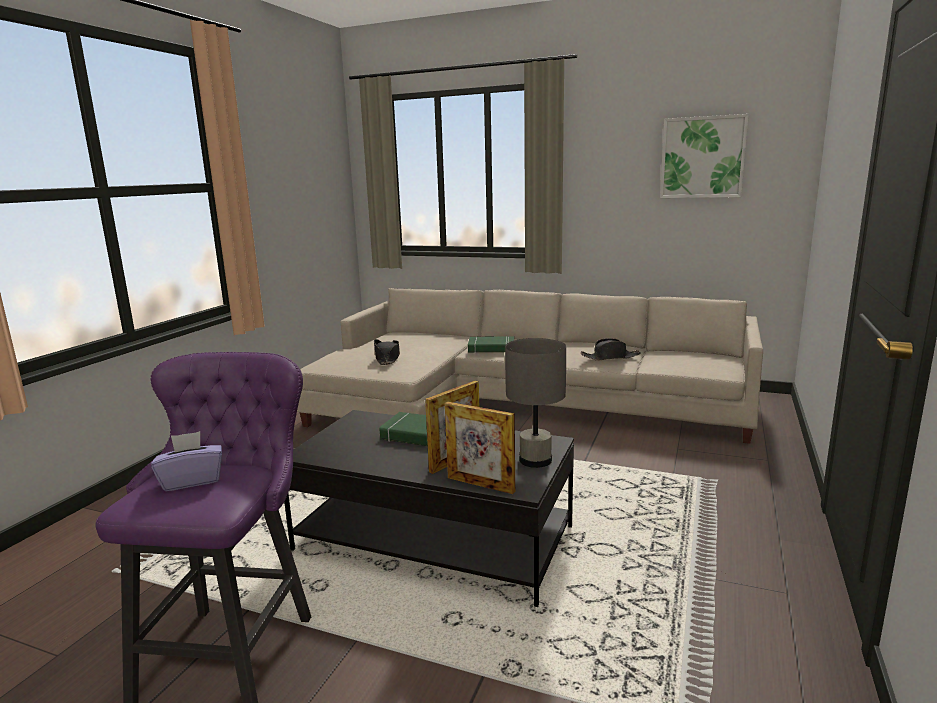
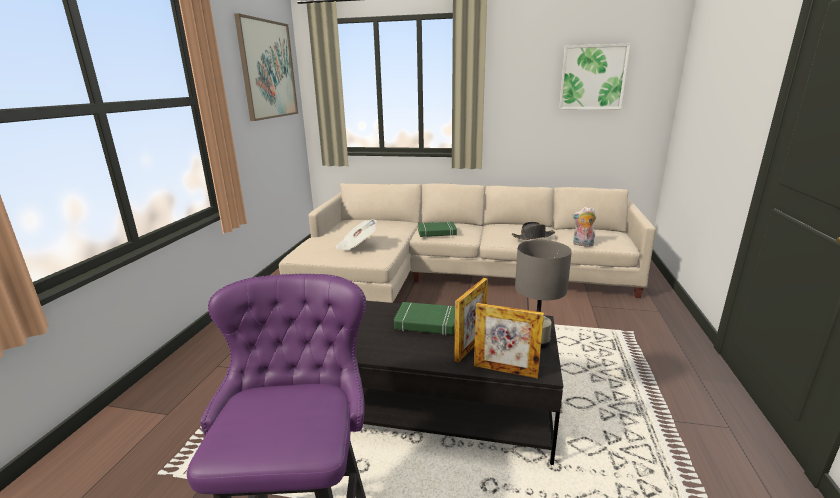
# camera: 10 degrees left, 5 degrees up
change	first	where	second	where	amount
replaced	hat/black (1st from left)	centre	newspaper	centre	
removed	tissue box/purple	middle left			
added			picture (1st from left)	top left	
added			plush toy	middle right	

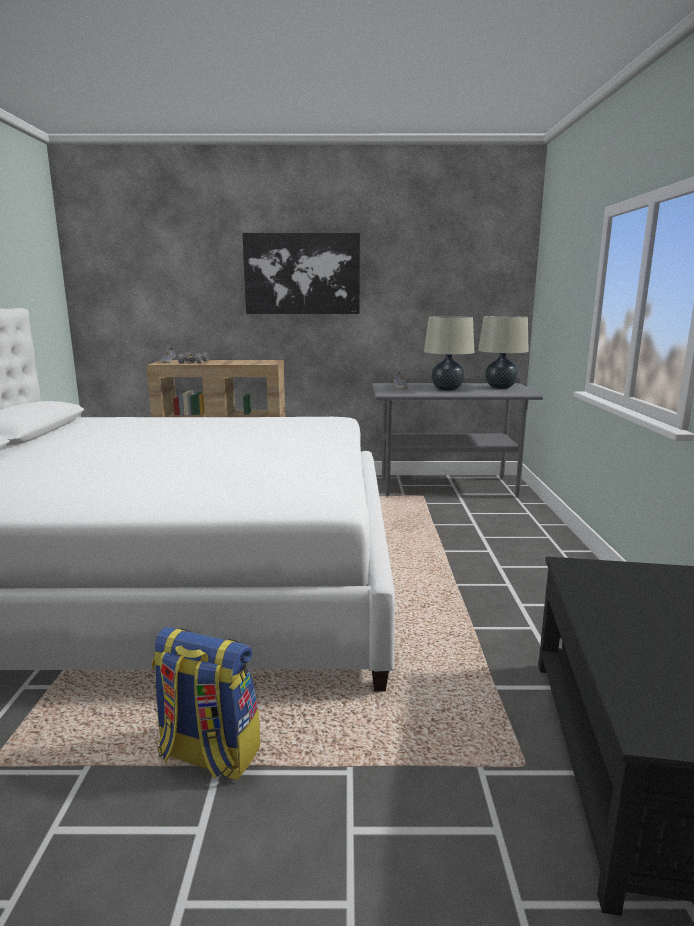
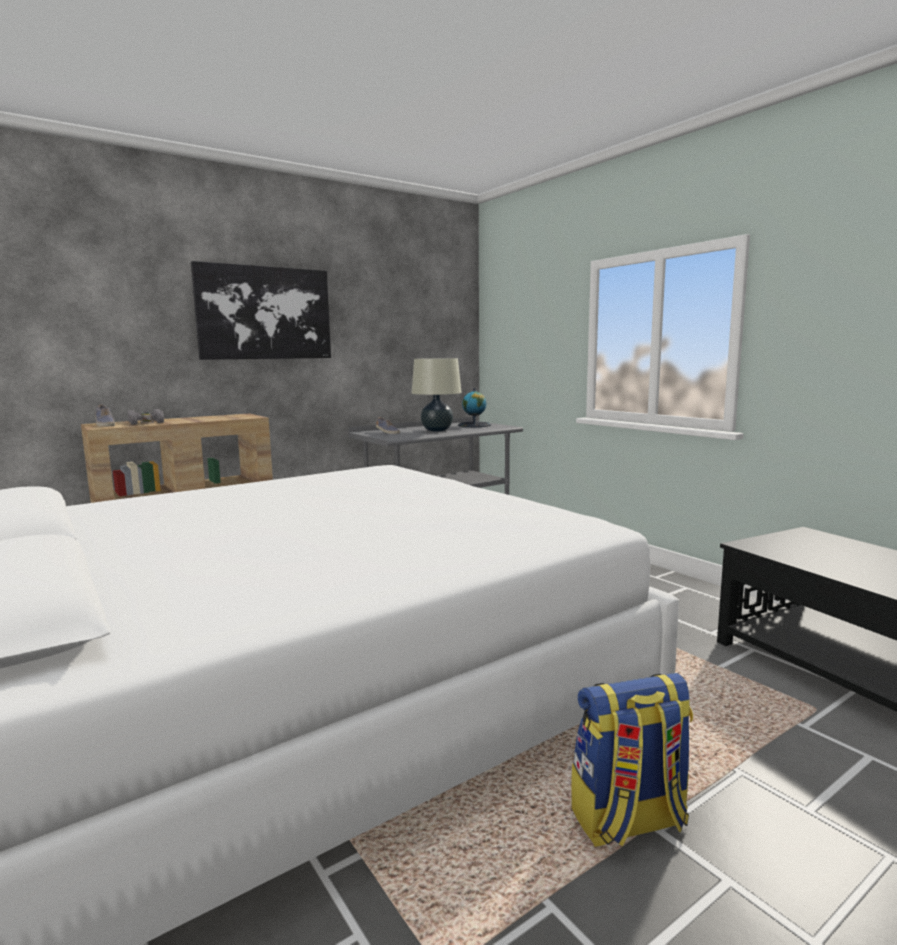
# camera: 35 degrees left, 5 degrees down
change	first	where	second	where	amount
replaced	table lamp/beige (2nd from left)	middle right	globe	centre	

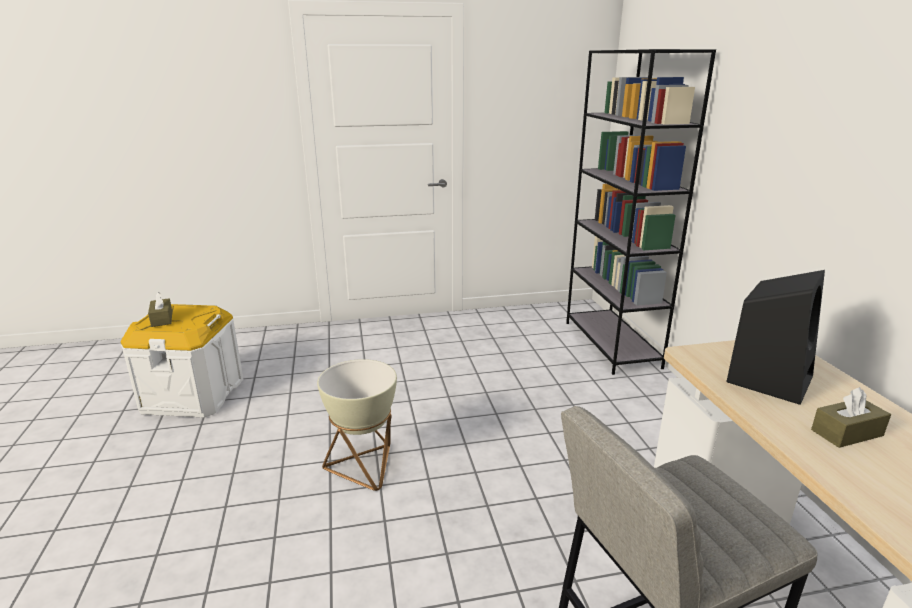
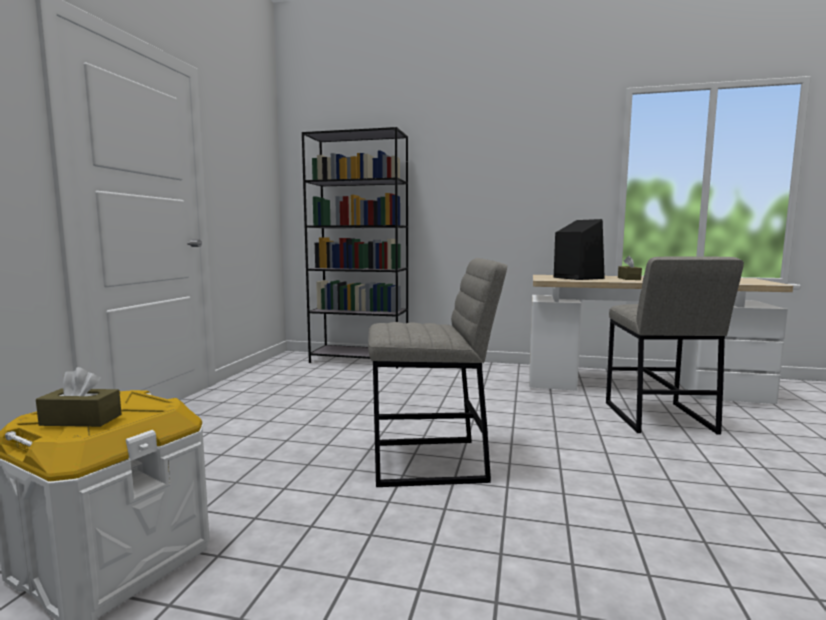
# camera: 65 degrees left, 15 degrees down
change	first	where	second	where	amount
replaced	planter	bottom centre	chair/grey (1st from left)	centre	

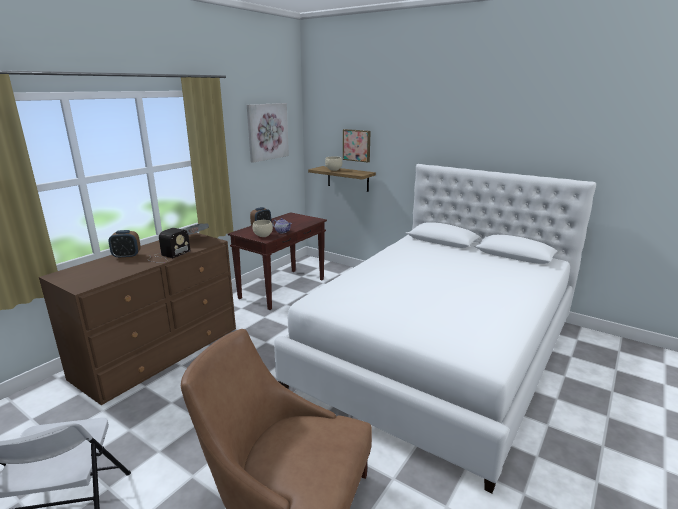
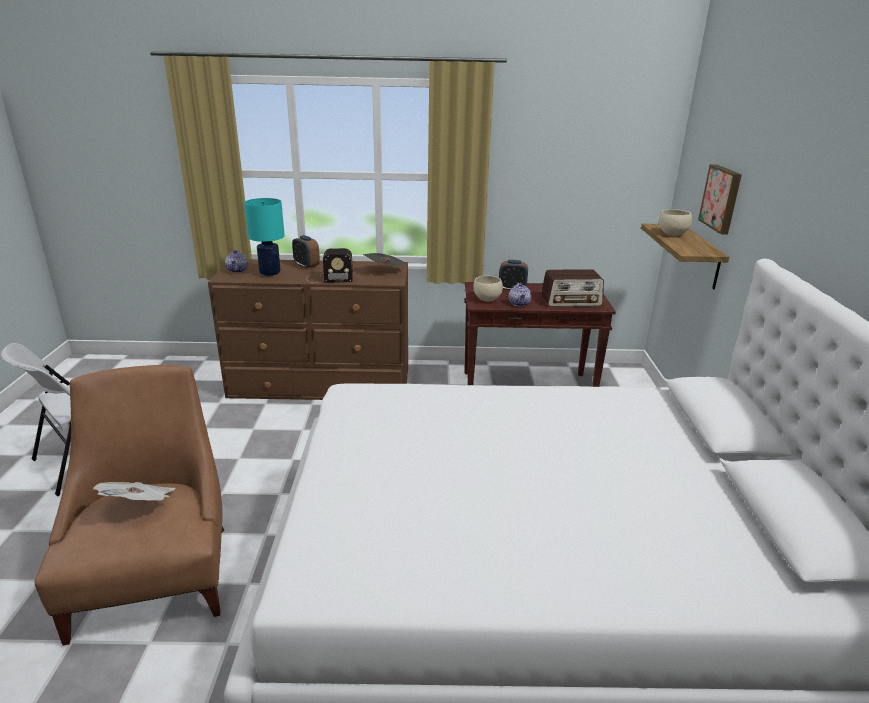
# camera: 55 degrees right, 5 degrees up
change	first	where	second	where	amount
removed	picture (1st from left)	top centre			
added			table lamp/turquoise	middle left	
added			teapot (1st from left)	middle left	
added			radio (2nd from left)	centre	
added			newspaper (1st from left)	bottom left	

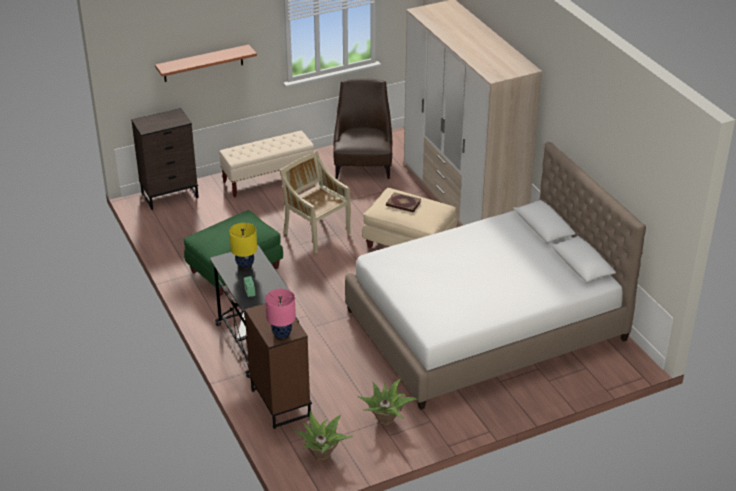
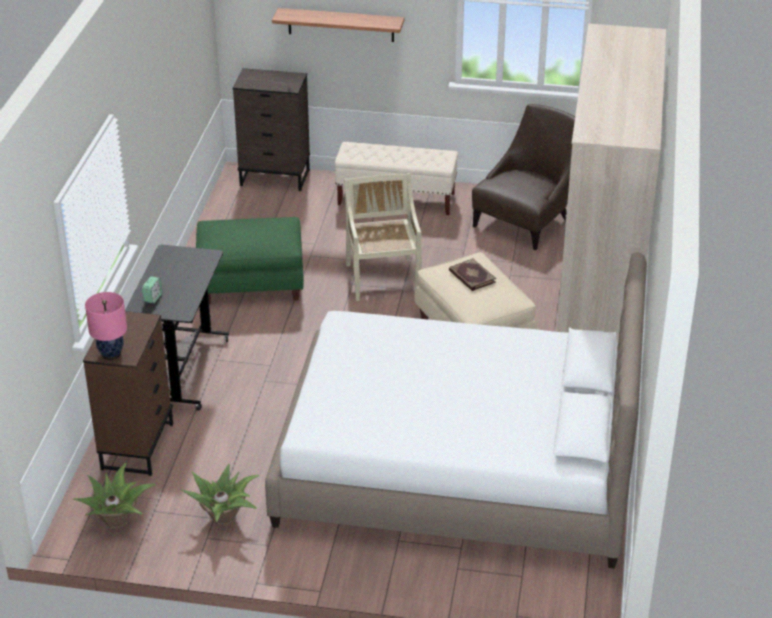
# camera: 35 degrees right, 0 degrees up
change	first	where	second	where	amount
removed	table lamp/yellow	middle left			

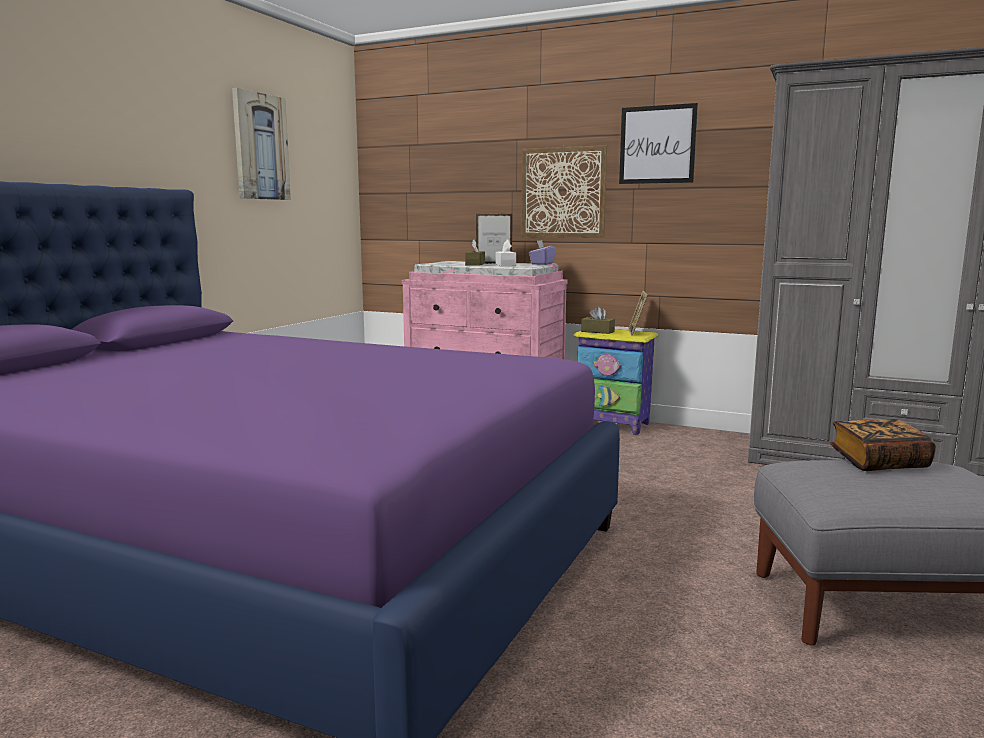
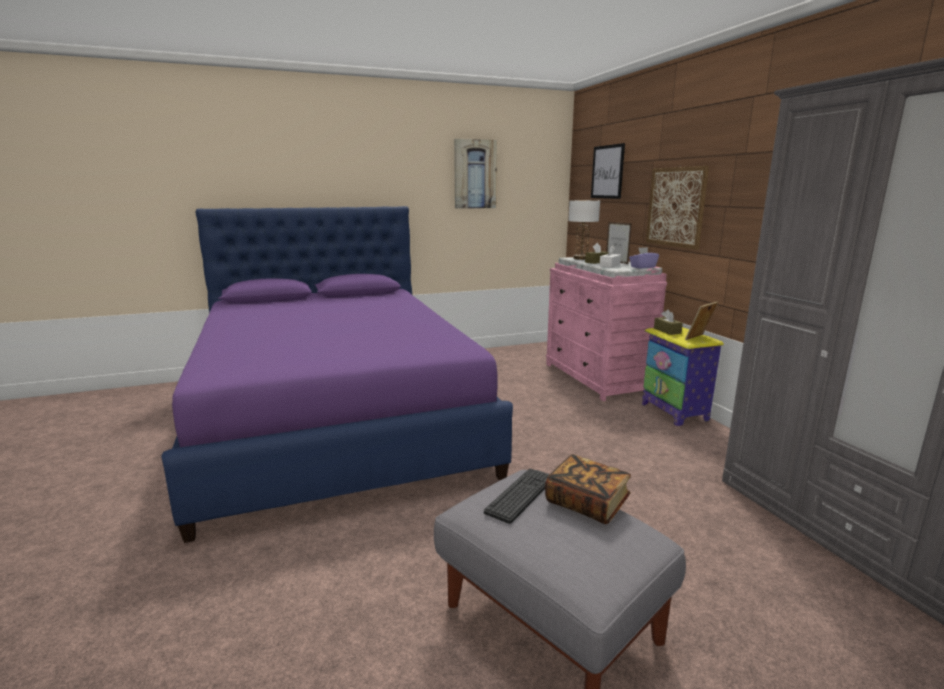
# camera: 45 degrees right, 5 degrees up
change	first	where	second	where	amount
moved	picture (3rd from left in the first image)	top right	picture (2nd from left)	top centre	
added			table lamp	centre	
added			keyboard	bottom centre	

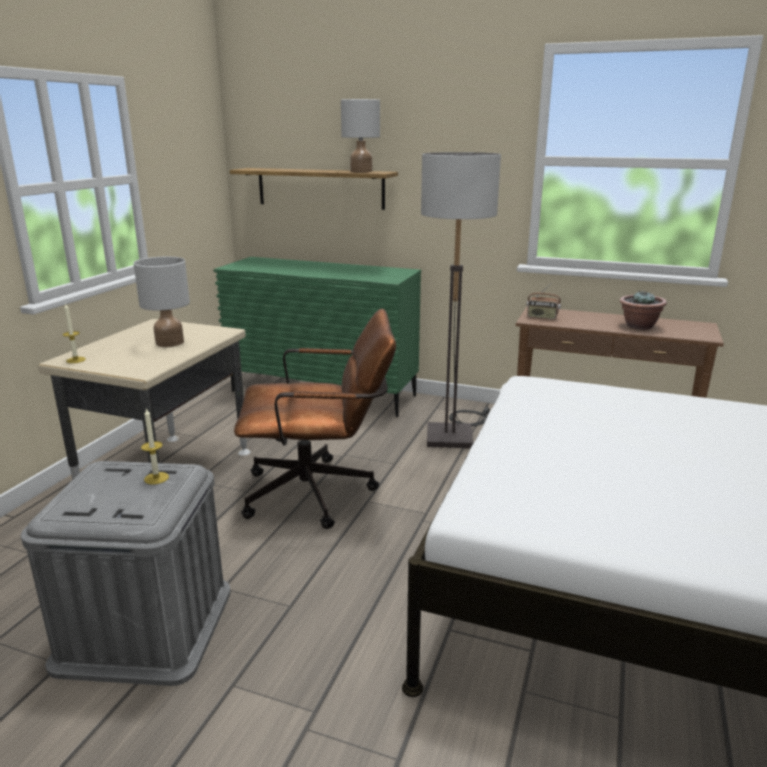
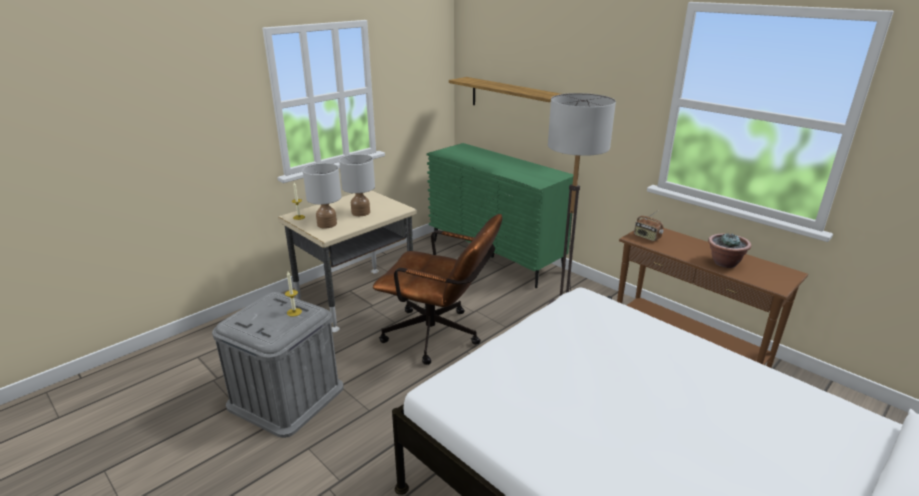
# camera: 25 degrees right, 5 degrees up
change	first	where	second	where	amount
moved	table lamp/grey (2nd from left in the first image)	top centre	table lamp/grey (1st from left)	centre	

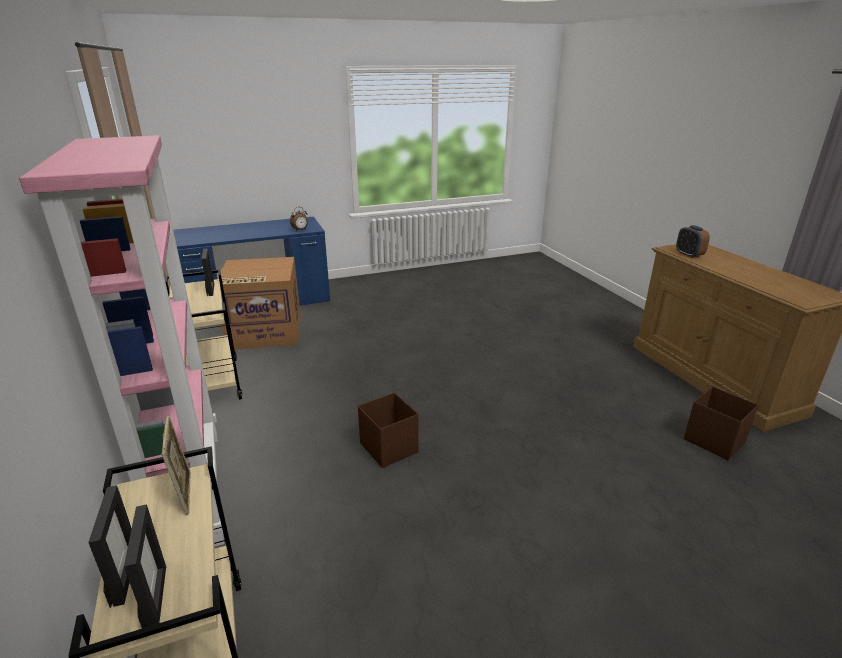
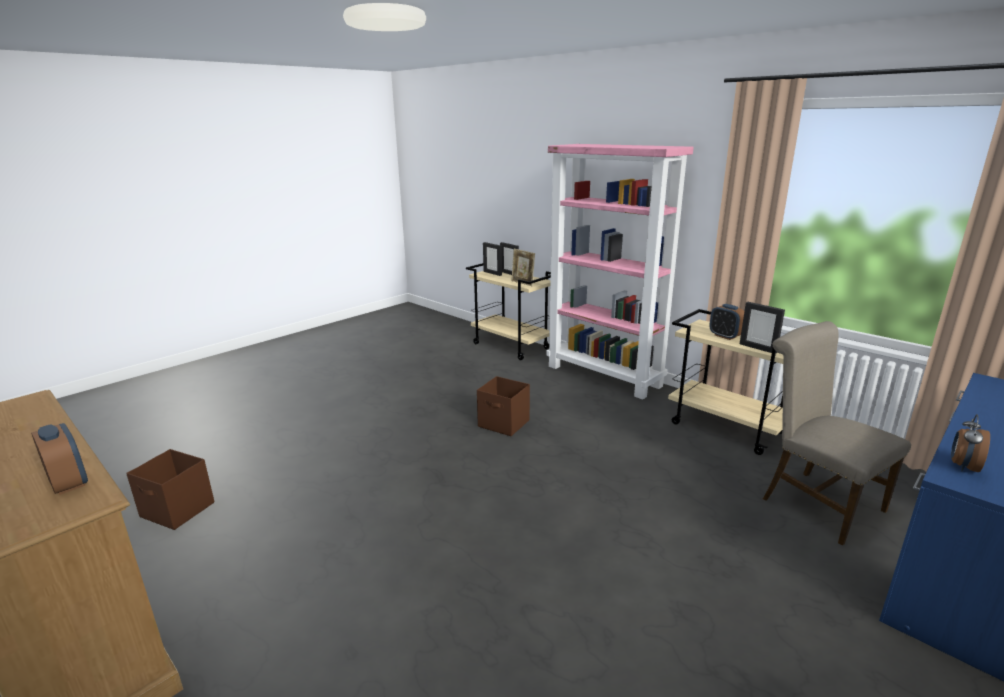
# camera: 155 degrees right, 5 degrees down
change	first	where	second	where	amount
replaced	cardboard box	middle left	chair/beige	middle right	
added			alarm clock (2nd from left)	middle right	

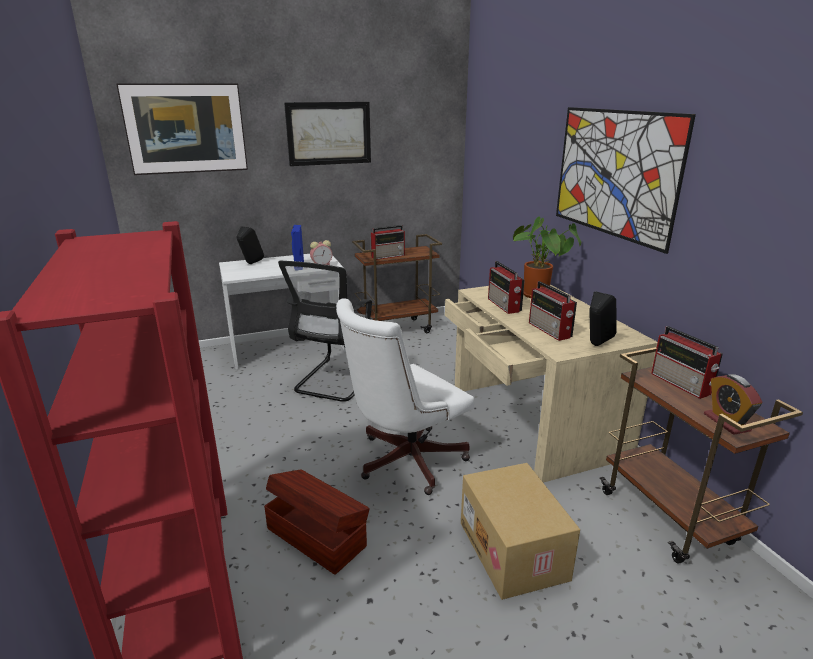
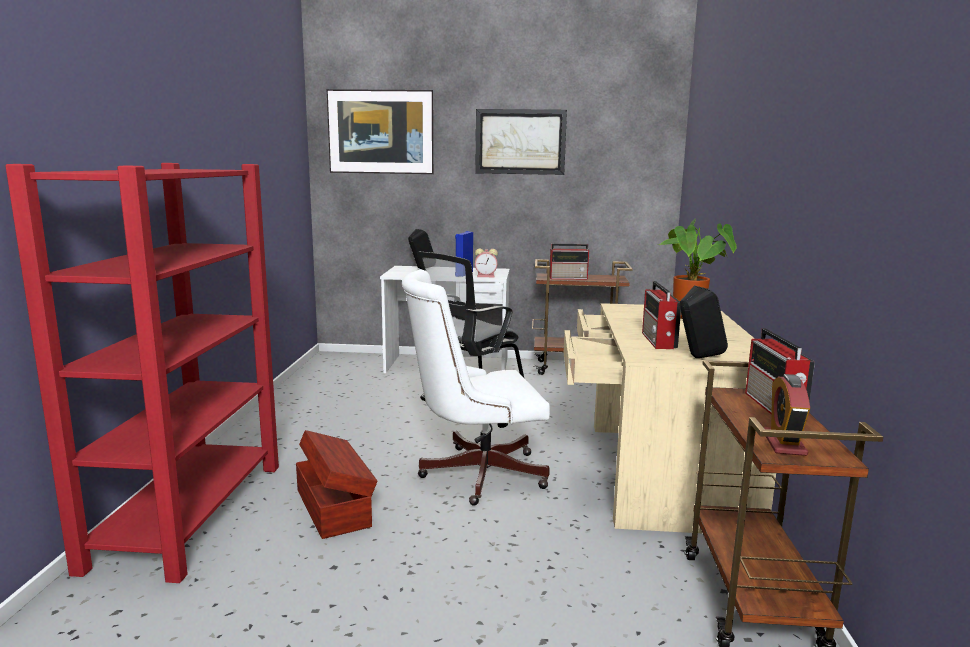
# camera: 25 degrees right, 10 degrees down
change	first	where	second	where	amount
removed	picture (3rd from left)	top right			
removed	radio (2nd from left)	centre			
removed	cardboard box	bottom centre			

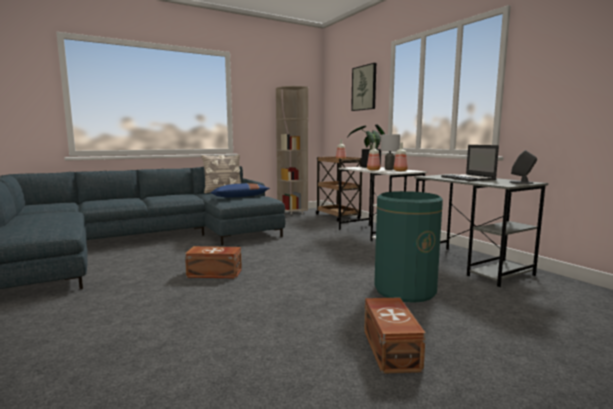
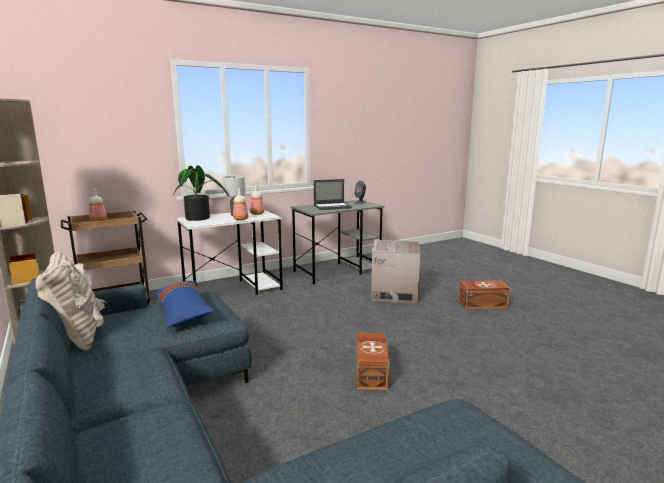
# camera: 90 degrees left, 5 degrees up
change	first	where	second	where	amount
removed	picture	top centre			
replaced	trash can/green	centre	cardboard box	centre	

